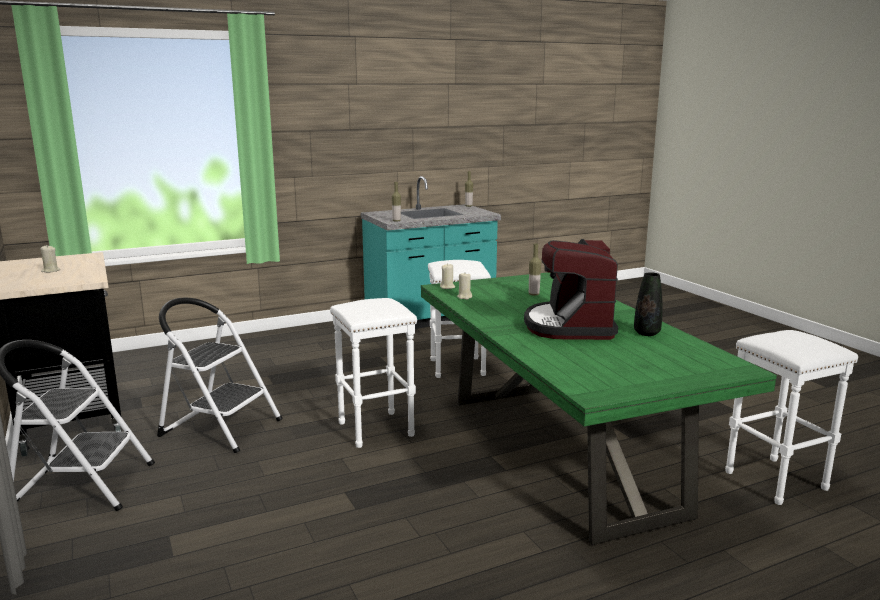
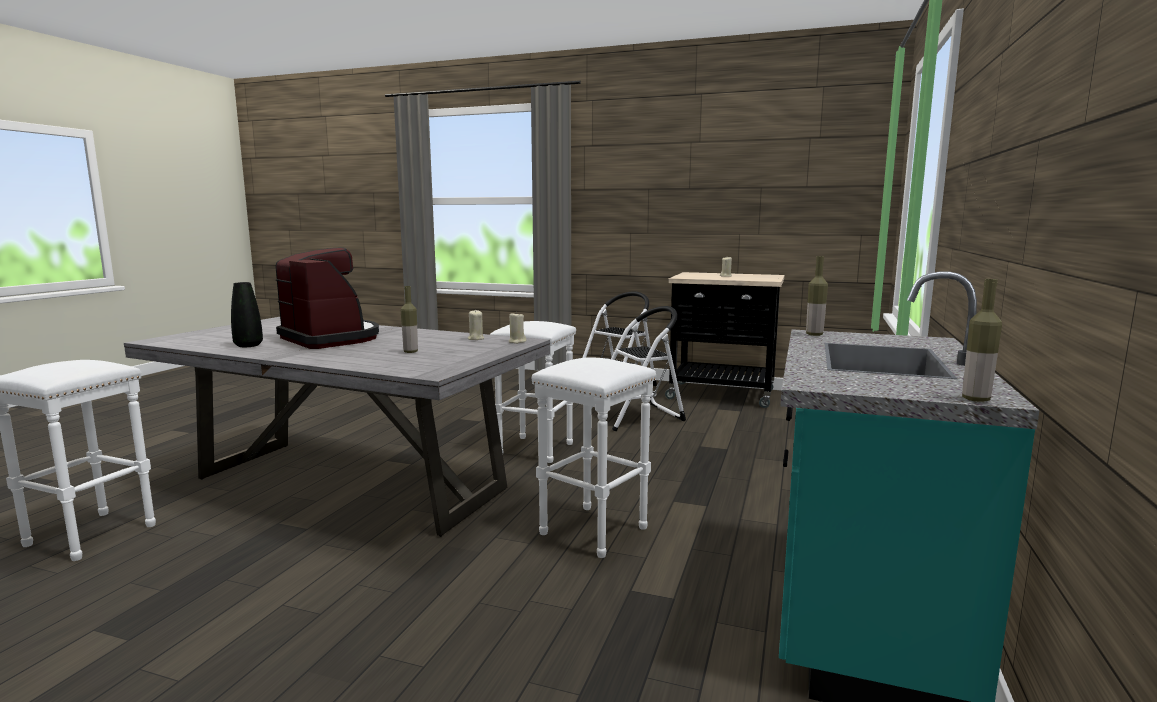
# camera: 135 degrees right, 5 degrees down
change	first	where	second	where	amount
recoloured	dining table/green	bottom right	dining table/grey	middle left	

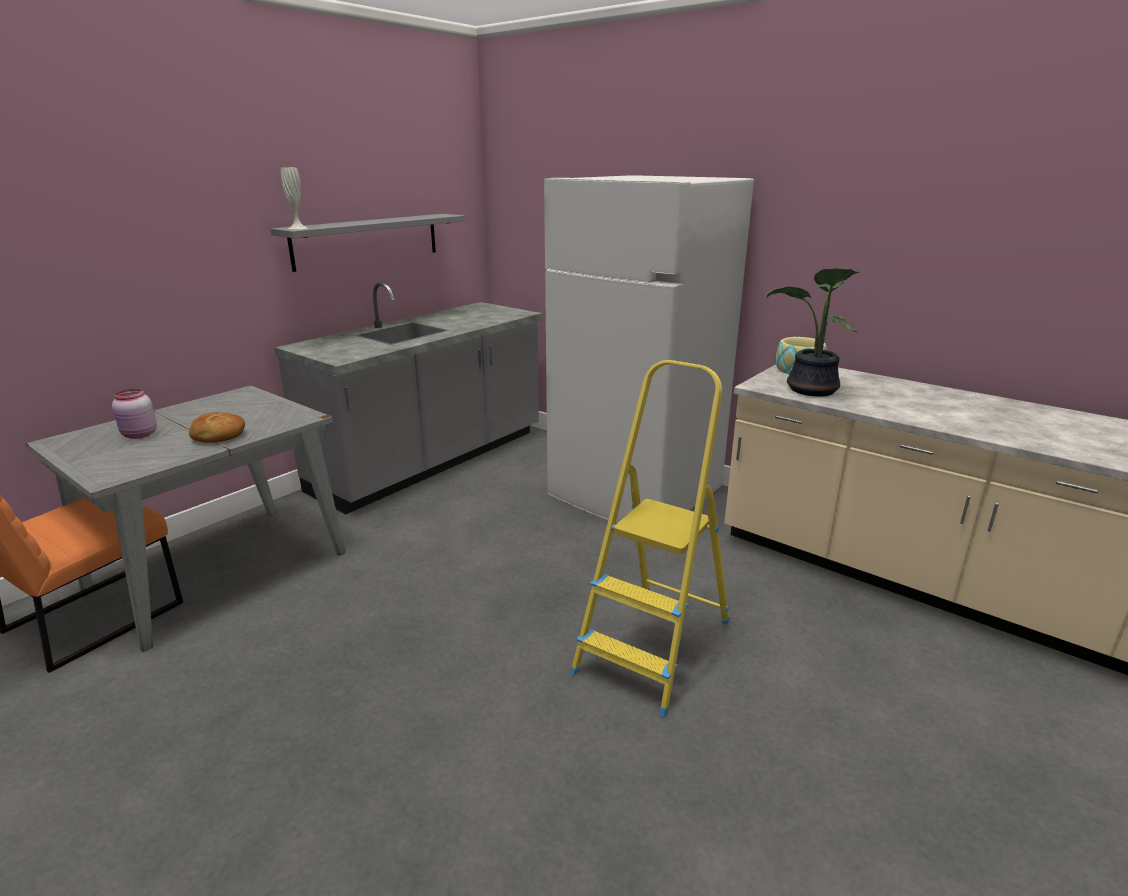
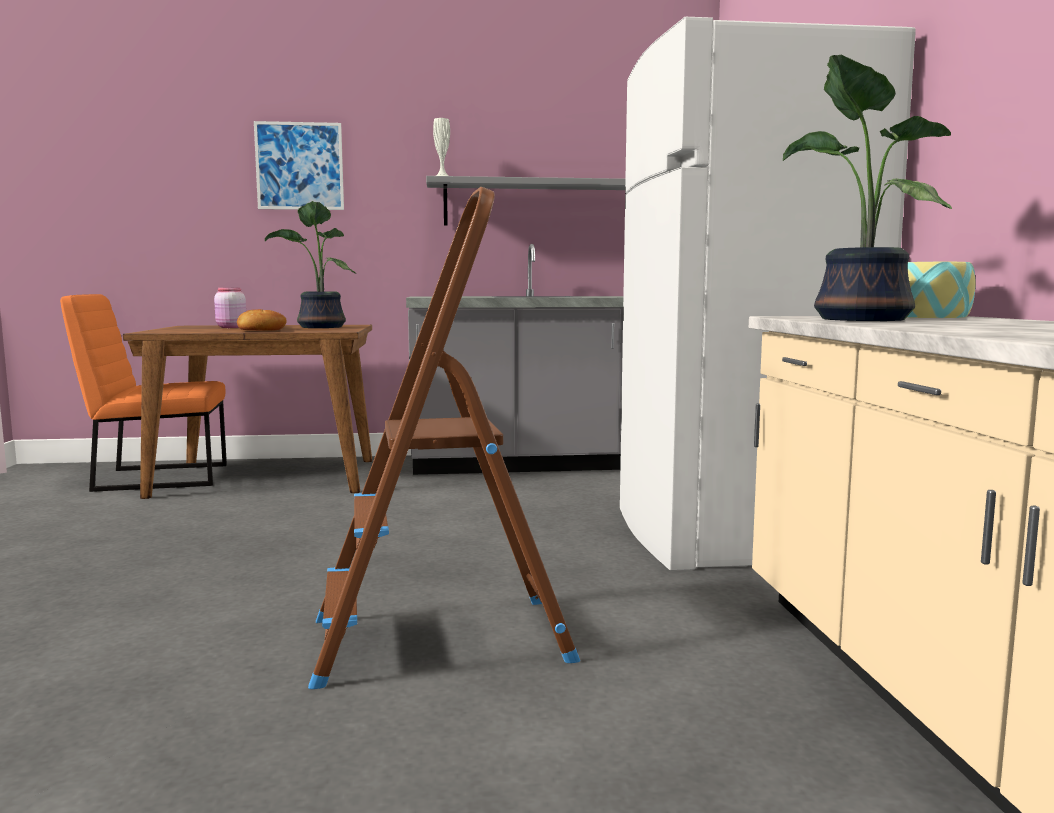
# camera: 45 degrees right, 15 degrees down
change	first	where	second	where	amount
recoloured	step ladder/yellow	centre	step ladder/brown	centre	
recoloured	dining table/grey	middle left	dining table/brown	middle left	
added			picture	top left	
added			potted plant (1st from left)	top left	

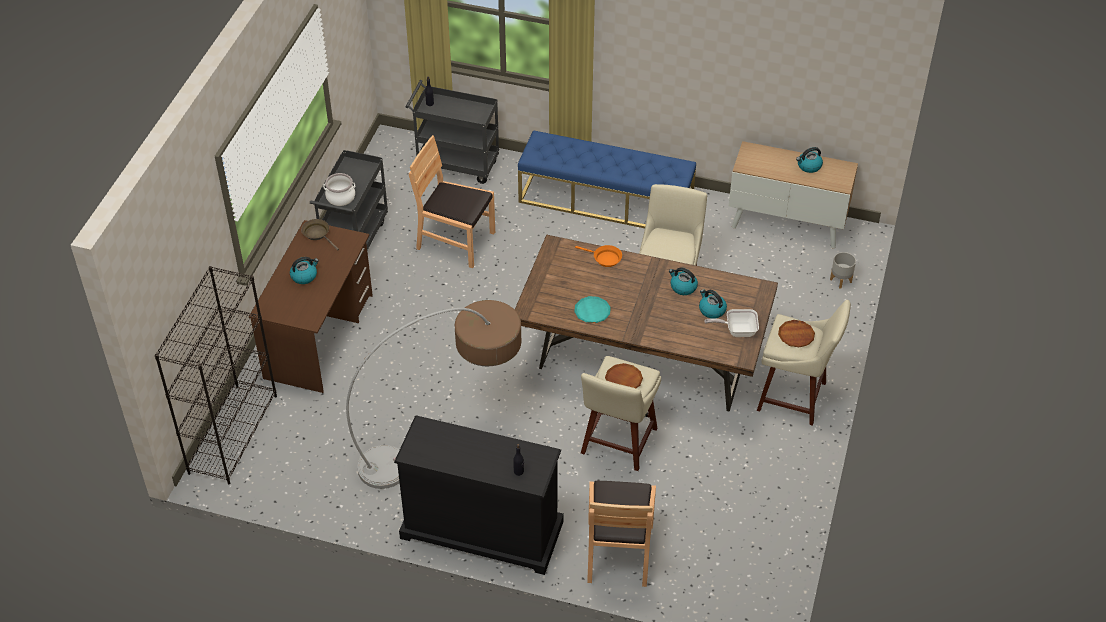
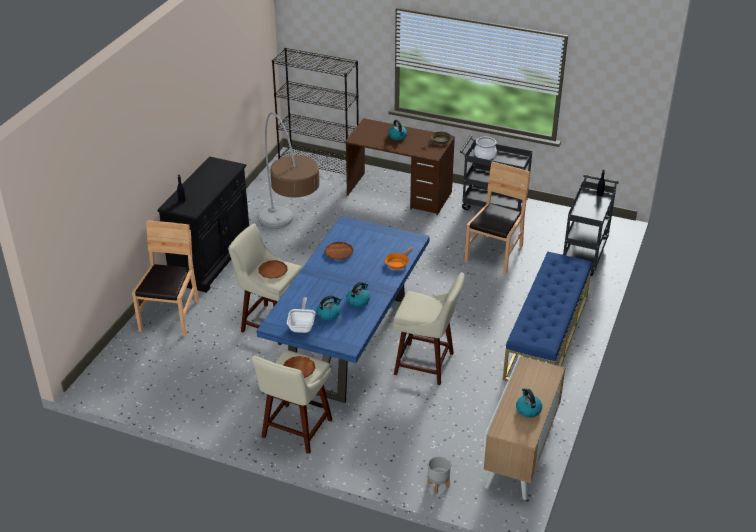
# camera: 95 degrees right, 10 degrees down
change	first	where	second	where	amount
recoloured	dining table/brown	centre	dining table/blue	centre	
recoloured	plate/turquoise	centre	plate/brown (3rd from left)	centre	
turned	chair/brown (2nd from left in the first image)	bottom centre	chair/brown (1st from left)	middle left	90 degrees clockwise

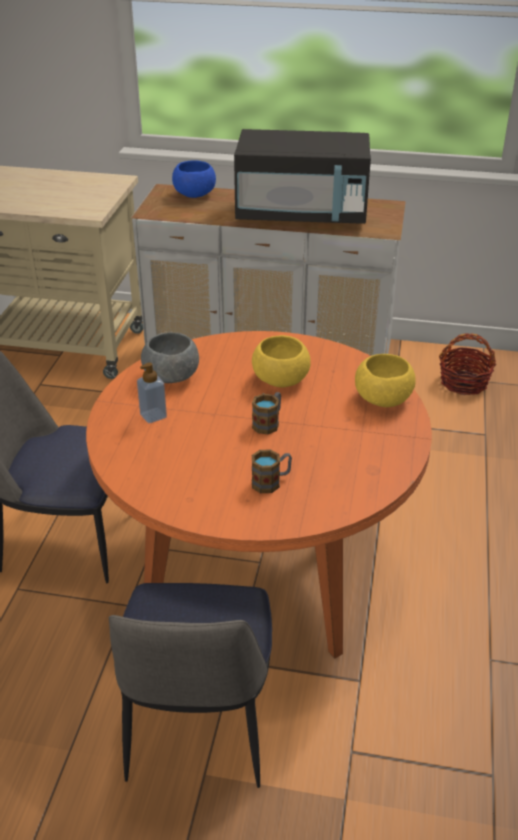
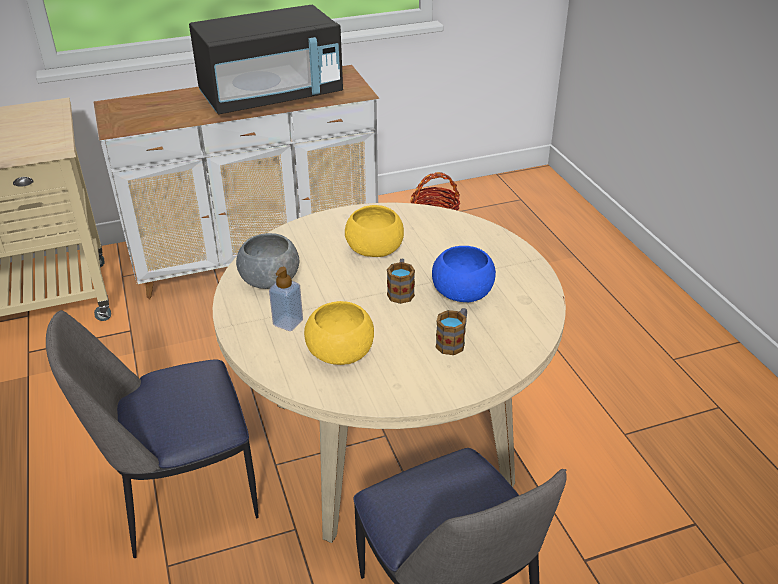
# camera: 30 degrees left, 0 degrees up
change	first	where	second	where	amount
moved	bowl/blue	top centre		centre	
recoloured	dining table/orange	centre	dining table/beige	centre	
moved	bowl/yellow (2nd from left in the first image)	middle right	bowl/yellow (1st from left)	centre	

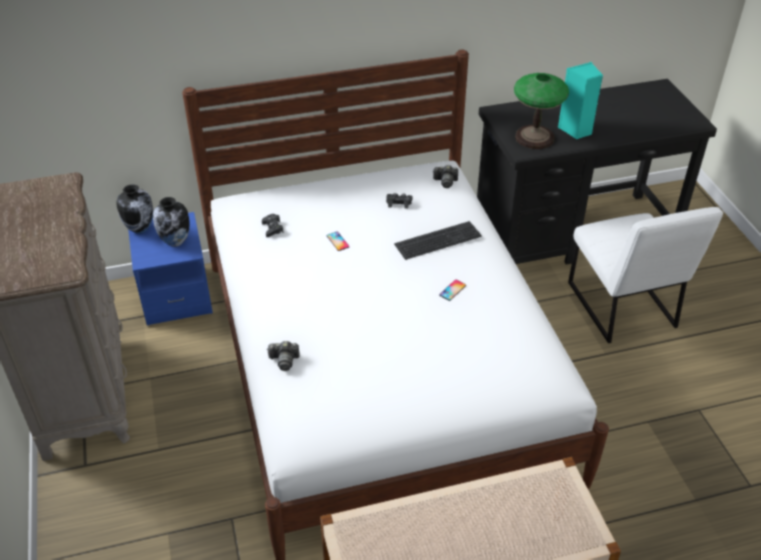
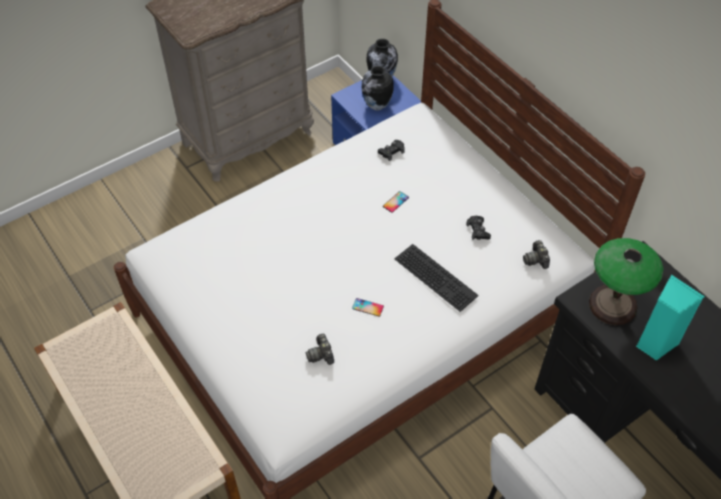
# camera: 70 degrees right, 10 degrees up
change	first	where	second	where	amount
moved	photo camera (1st from left)	centre		bottom centre	

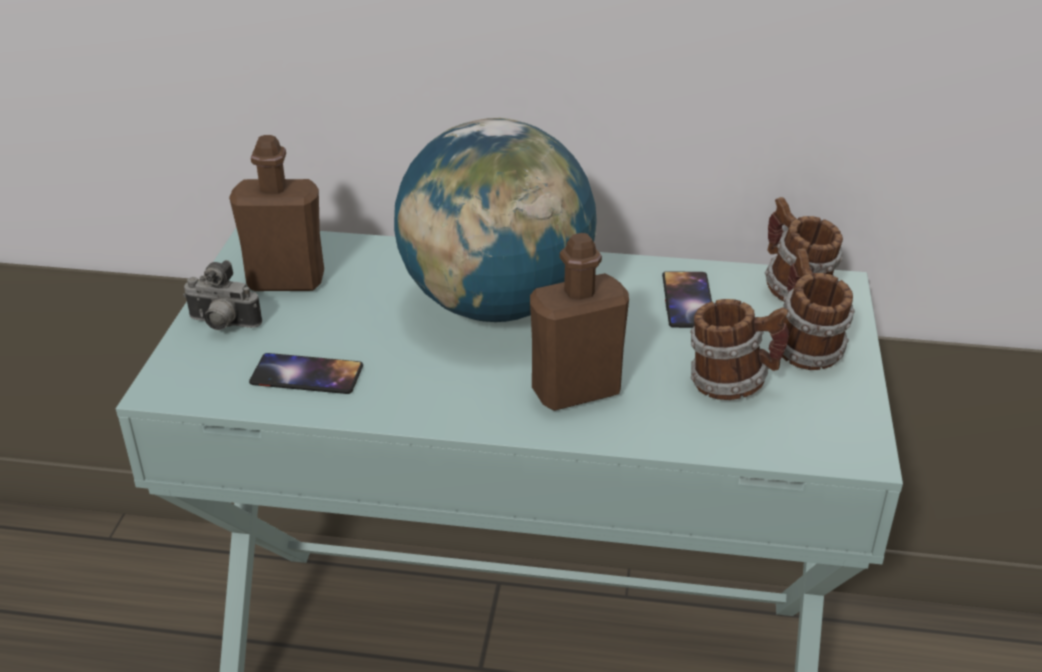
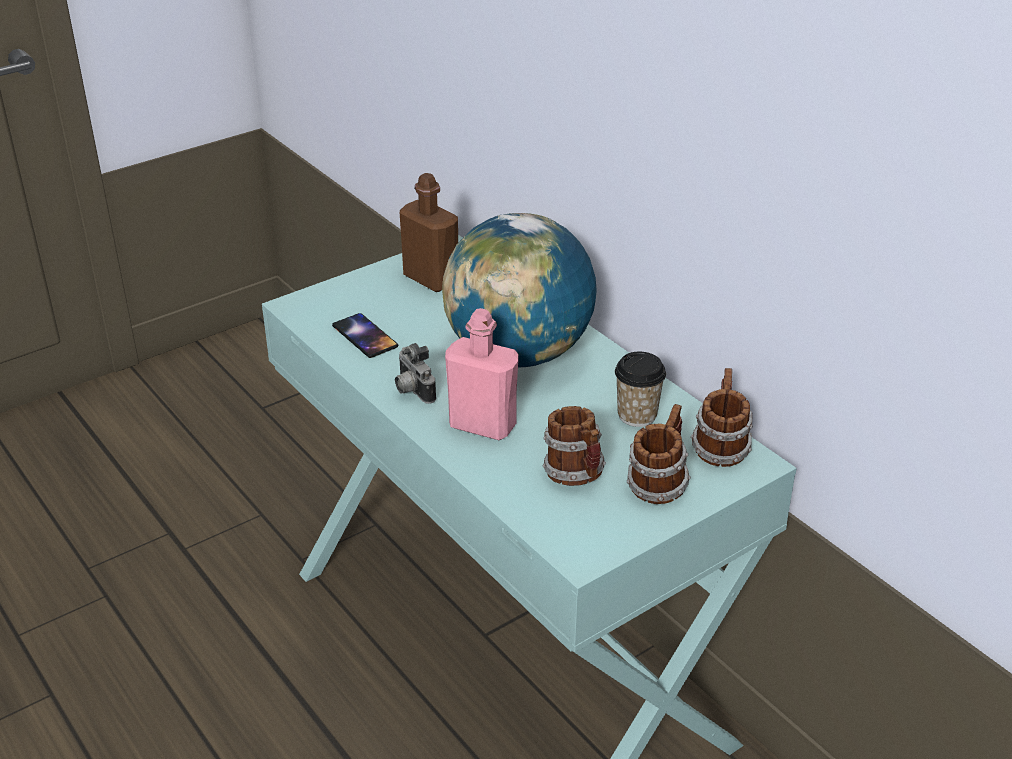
# camera: 45 degrees right, 0 degrees up
change	first	where	second	where	amount
recoloured	bottle/brown (2nd from left)	centre	bottle/pink	centre	
moved	photo camera	middle left		centre	
replaced	phone (2nd from left)	centre	cup	centre	

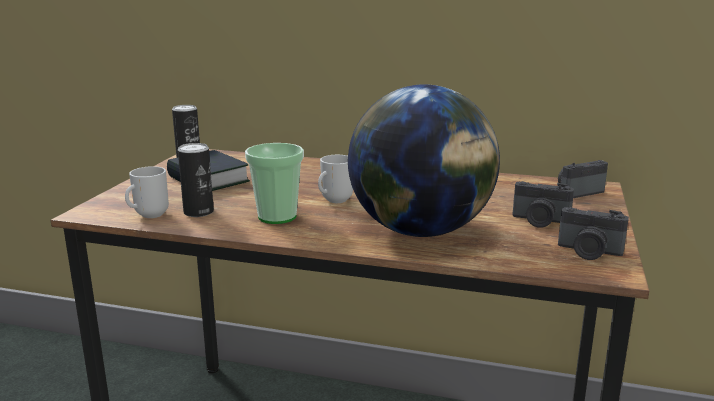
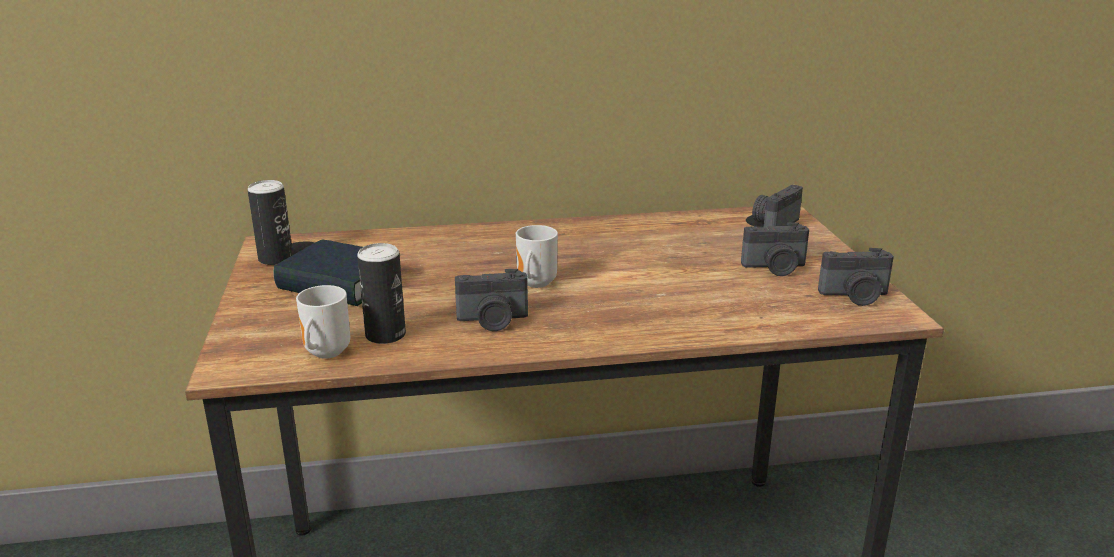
# camera: 25 degrees left, 5 degrees up
change	first	where	second	where	amount
removed	globe	centre			
replaced	cup	centre	photo camera (1st from left)	centre	

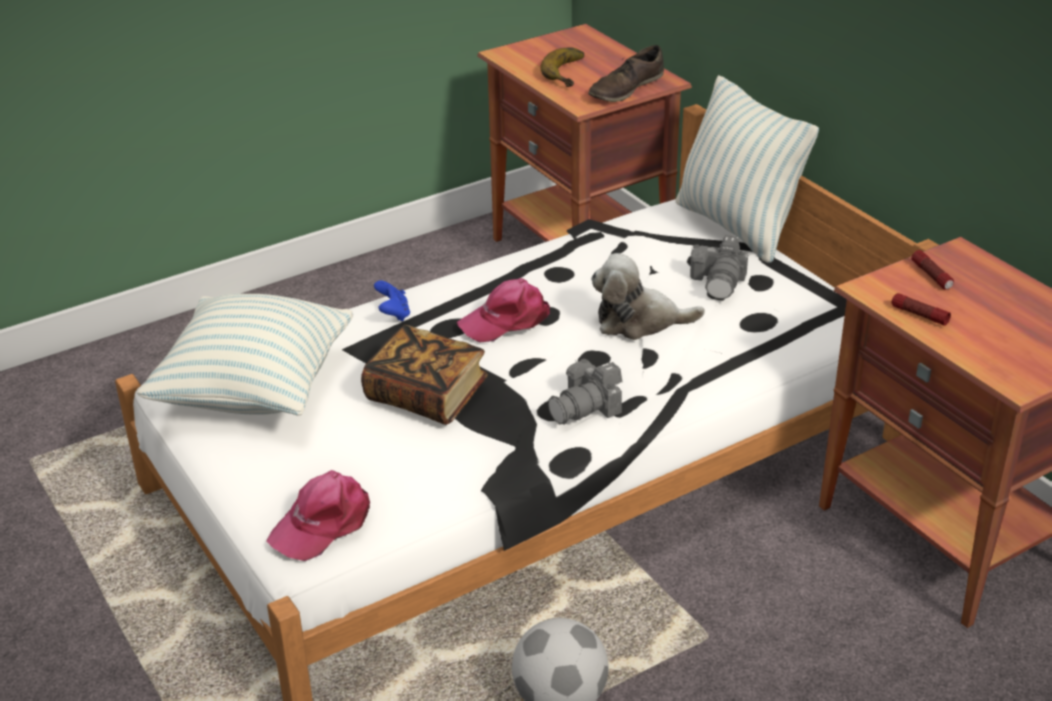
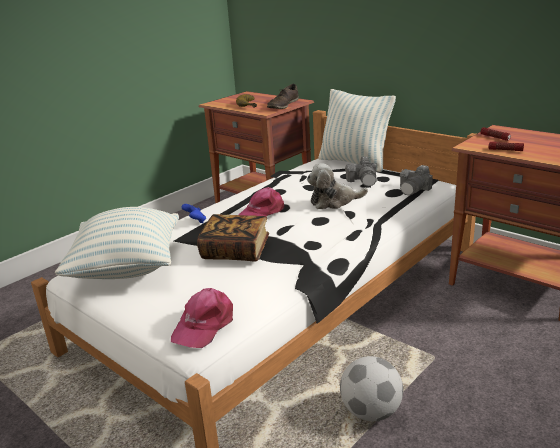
# camera: 15 degrees left, 10 degrees down
change	first	where	second	where	amount
moved	photo camera (1st from left in the first image)	centre	photo camera (2nd from left)	middle right	

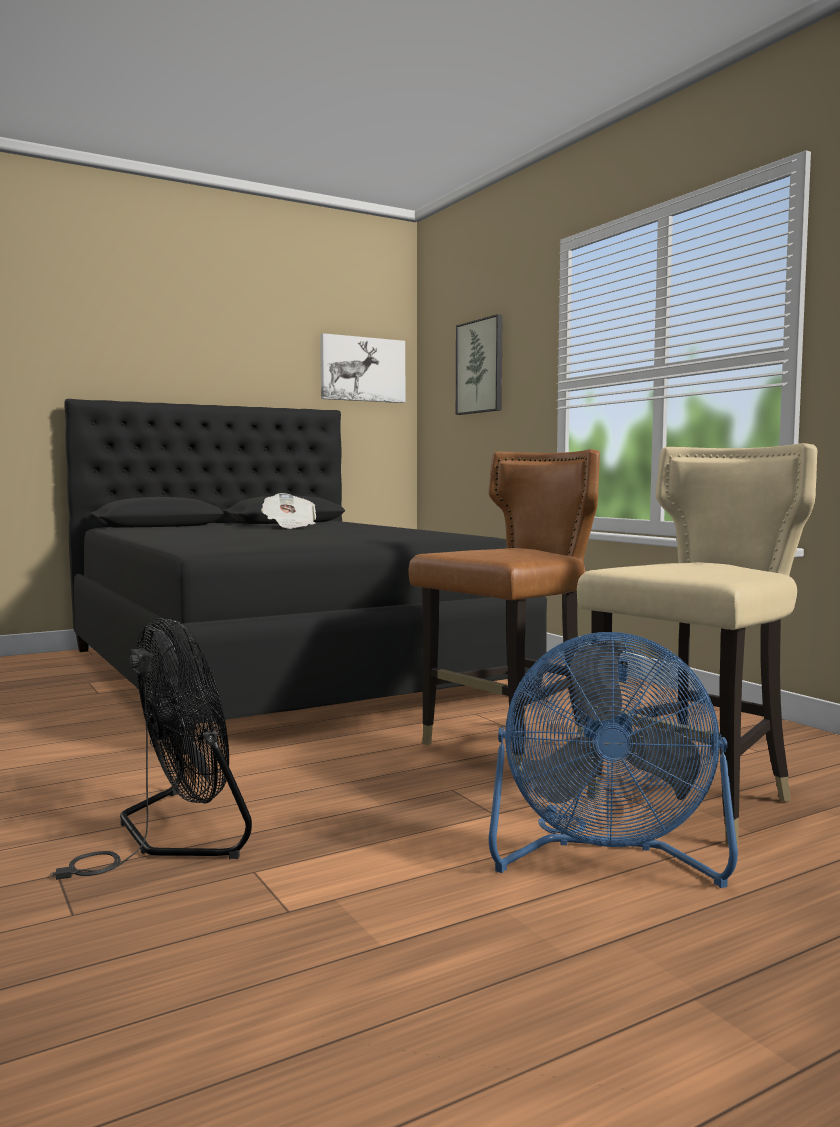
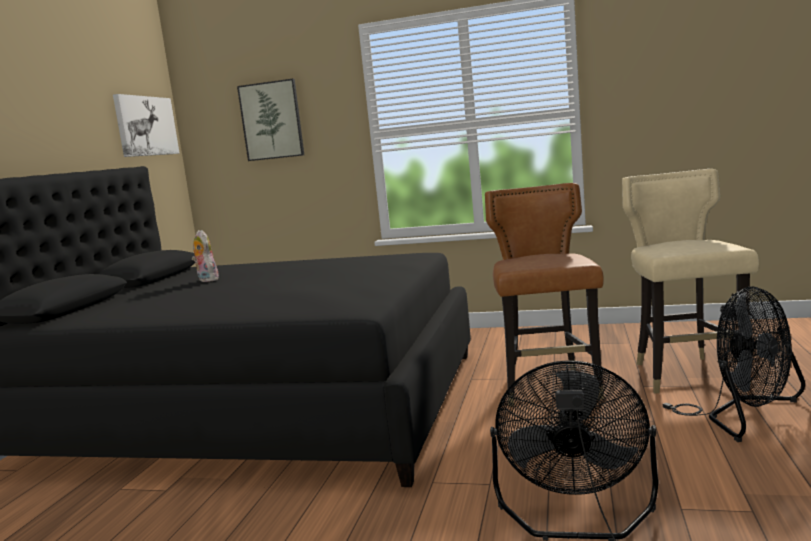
# camera: 45 degrees left, 5 degrees up
change	first	where	second	where	amount
replaced	newspaper	centre	plush toy	middle left	
recoloured	fan/blue	bottom right	fan/black (2nd from left)	bottom right	

